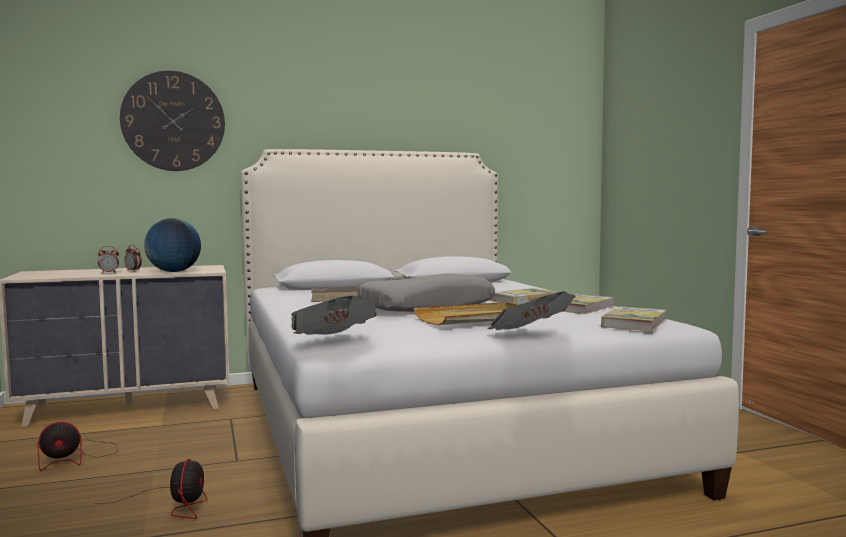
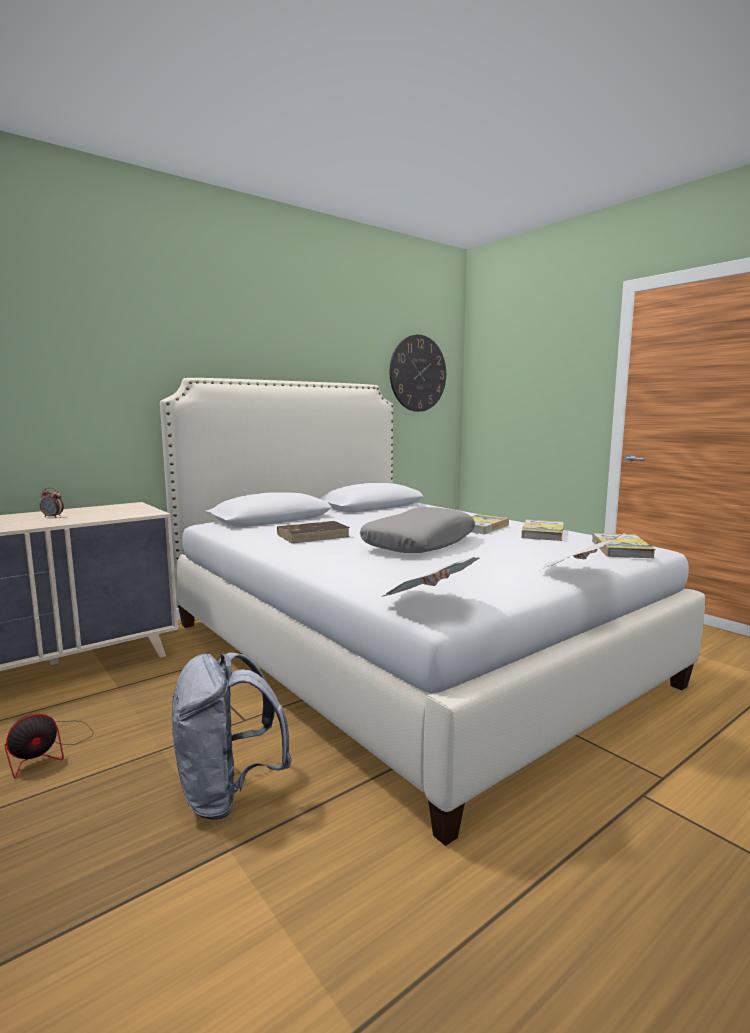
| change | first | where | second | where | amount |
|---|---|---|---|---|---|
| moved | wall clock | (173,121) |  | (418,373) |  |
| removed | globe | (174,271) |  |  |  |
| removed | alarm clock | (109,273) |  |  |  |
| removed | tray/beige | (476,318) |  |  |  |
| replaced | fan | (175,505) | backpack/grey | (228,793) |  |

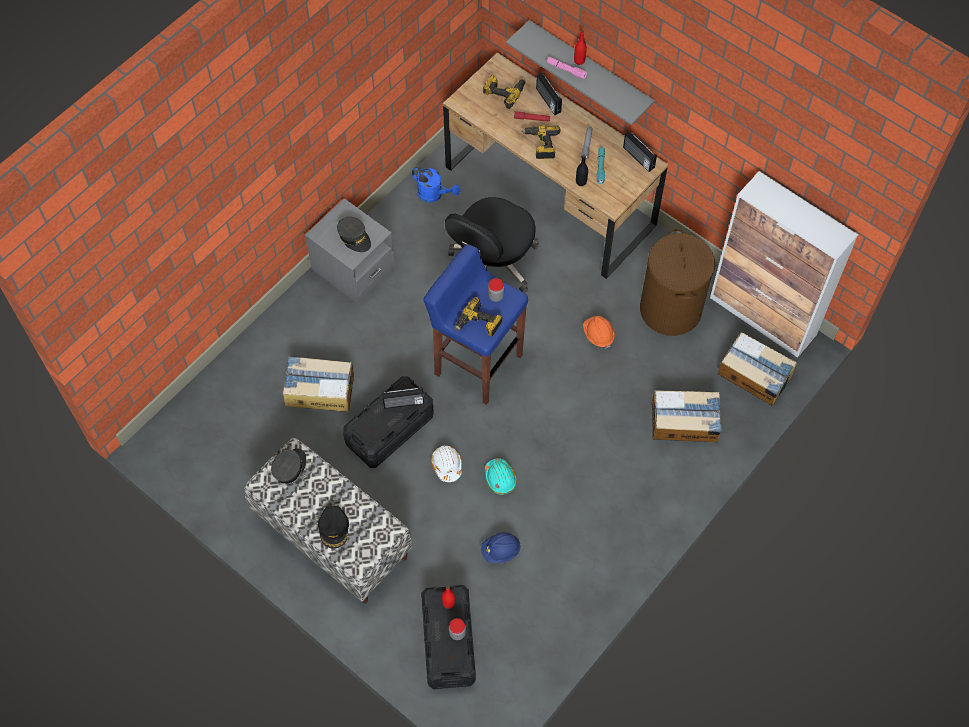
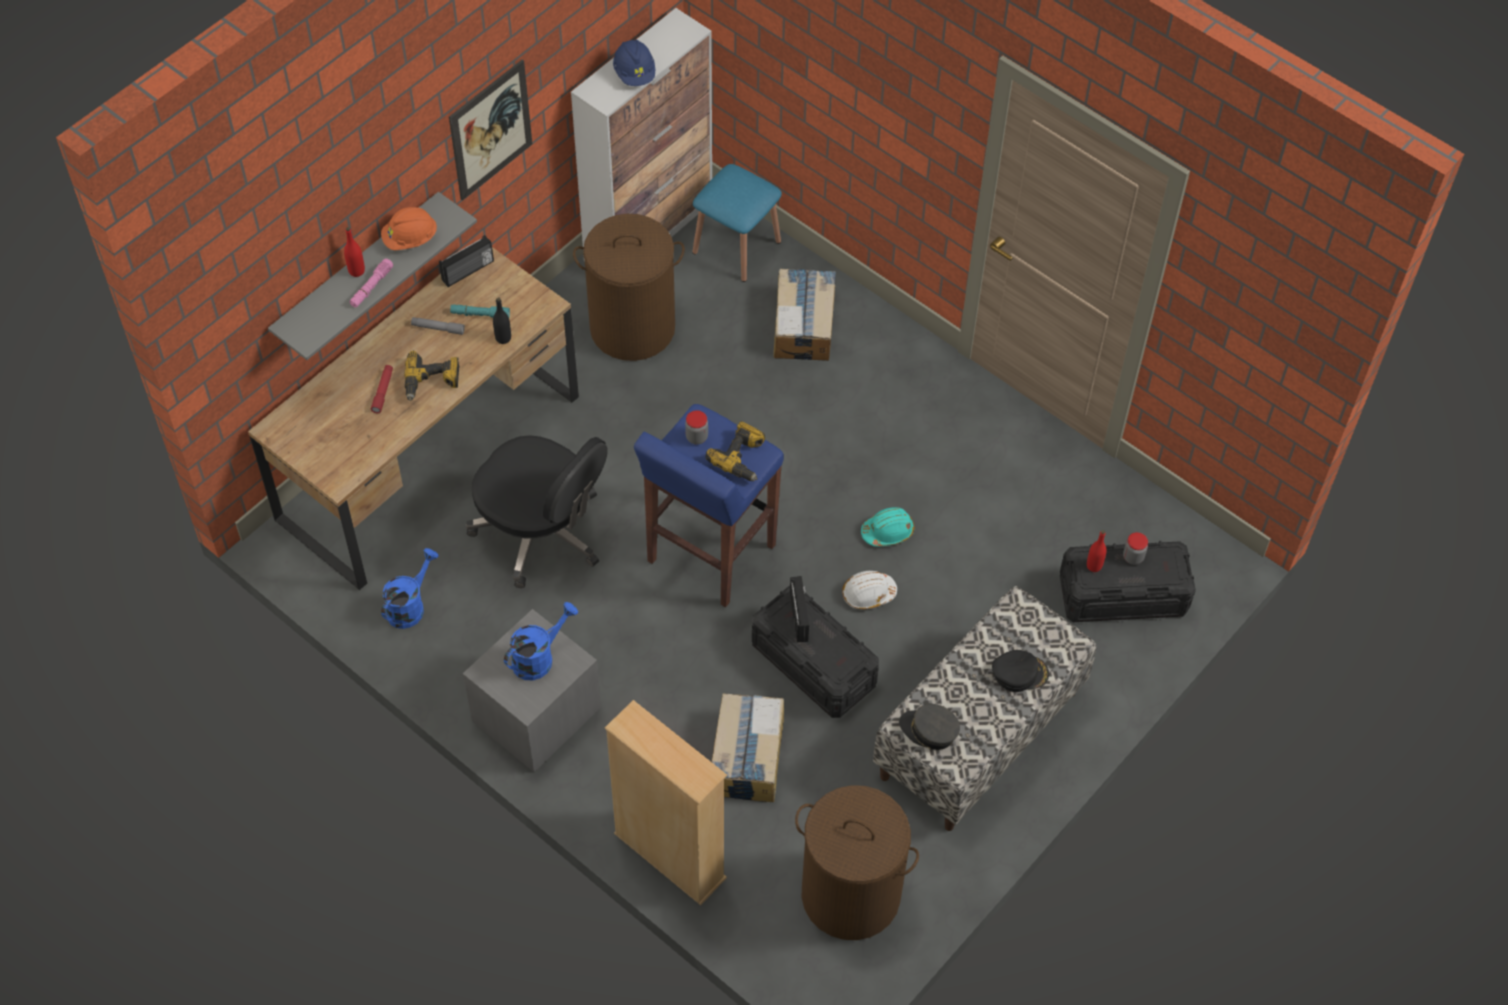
| change | first | where | second | where | amount |
|---|---|---|---|---|---|
| removed | radio | (547,101) |  |  |  |
| removed | power drill | (504,92) |  |  |  |
| replaced | cap/grey | (354,238) | watering can/blue | (538,657) |  |
| moved | hard hat/orange | (598,335) |  | (410,239) |  |
| replaced | cardboard box | (755,375) | stool/blue | (736,247) |  |
| moved | hard hat/blue | (500,551) |  | (635,73) |  |
| added |  |  | picture | (491,130) |  |
| added |  |  | bookcase/beige | (669,856) |  |
| added |  |  | laundry basket/brown | (850,895) |  |

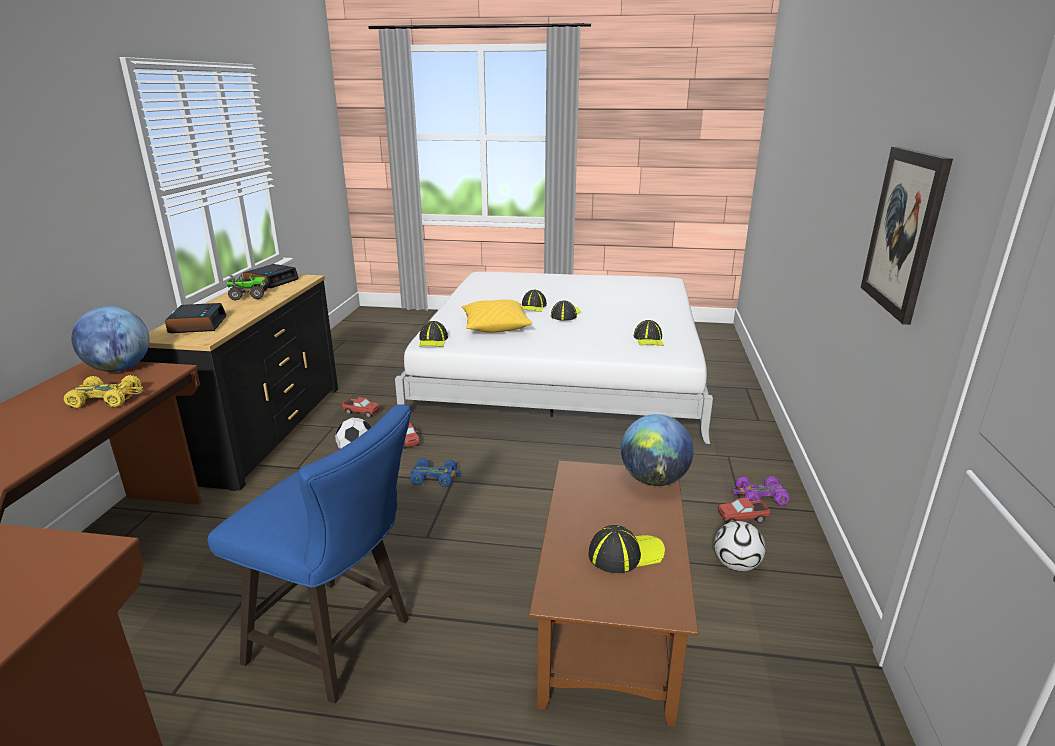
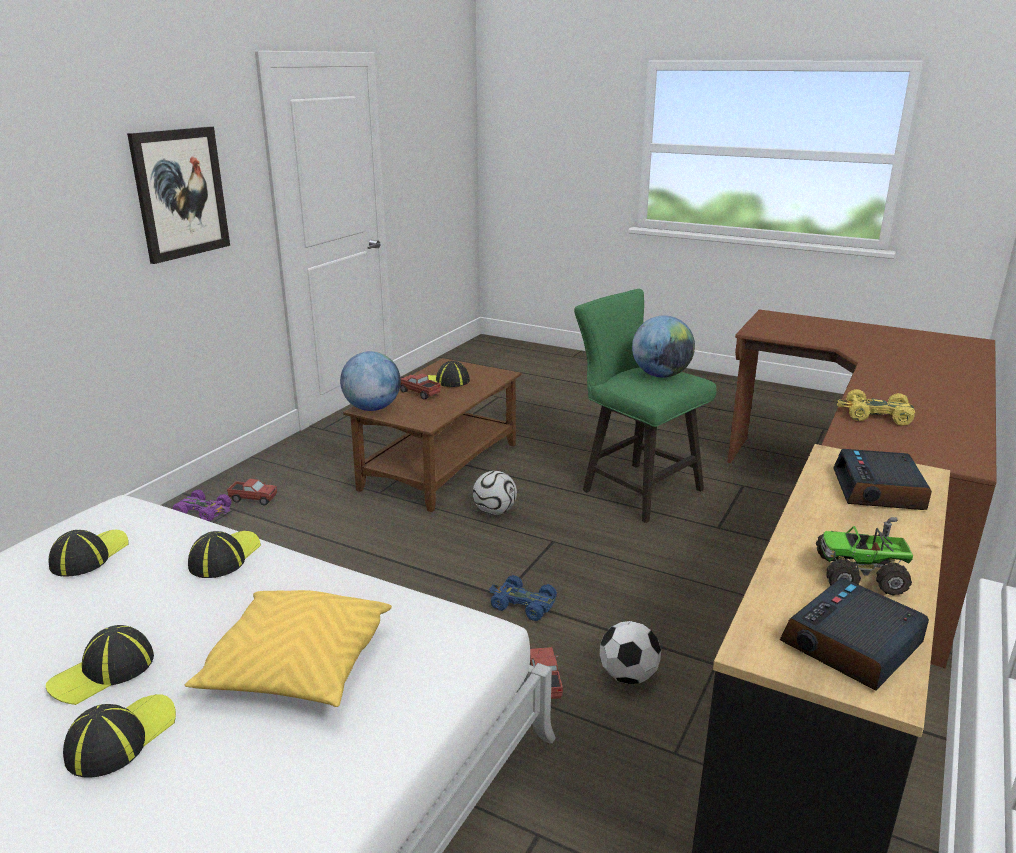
| change | first | where | second | where | amount |
|---|---|---|---|---|---|
| moved | globe | (119,369) |  | (661,375) |  |
| moved | cap | (433,341) |  | (224,557) |  |
| moved | toy truck | (361,413) |  | (419,393) |  |
| recoloured | stool/blue | (339,643) | stool/green | (634,488) |  |
| moved | football | (736,565) |  | (494,511) |  |

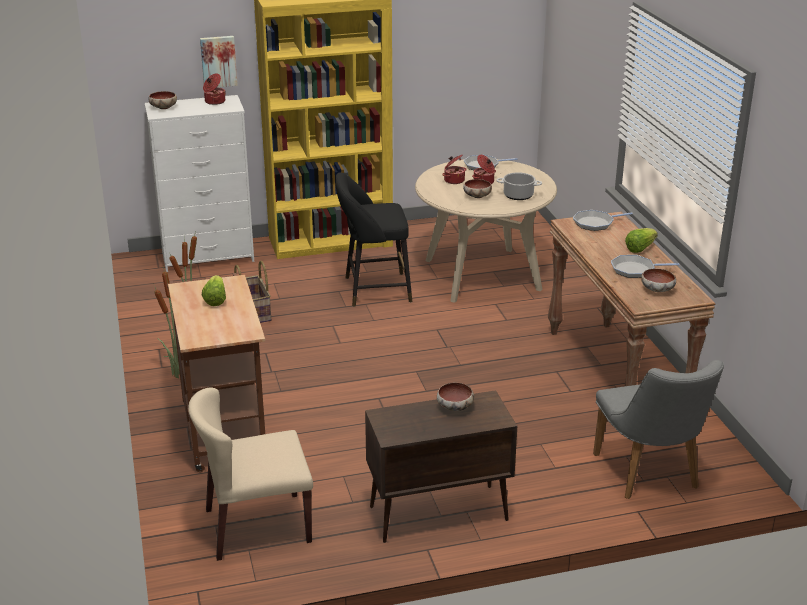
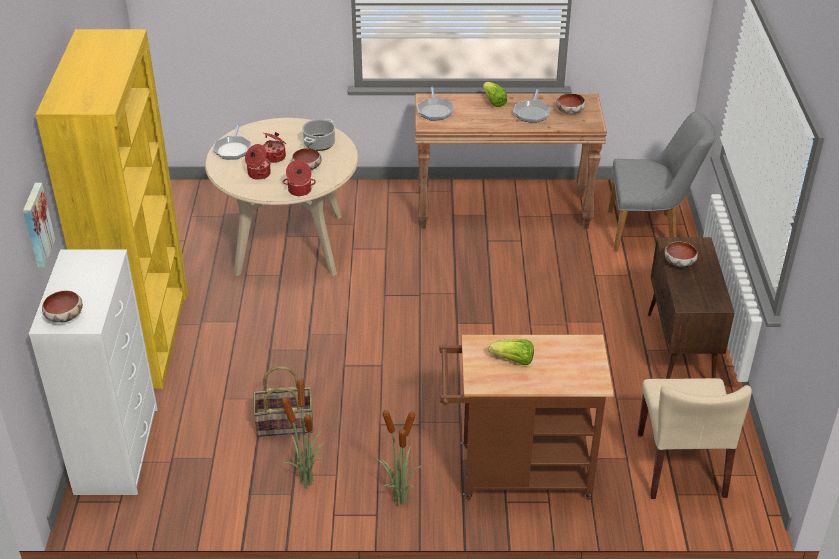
| change | first | where | second | where | amount |
|---|---|---|---|---|---|
| moved | cooking pot | (214,101) |  | (299,190) |  |
| removed | stool/black | (373,290) |  |  |  |

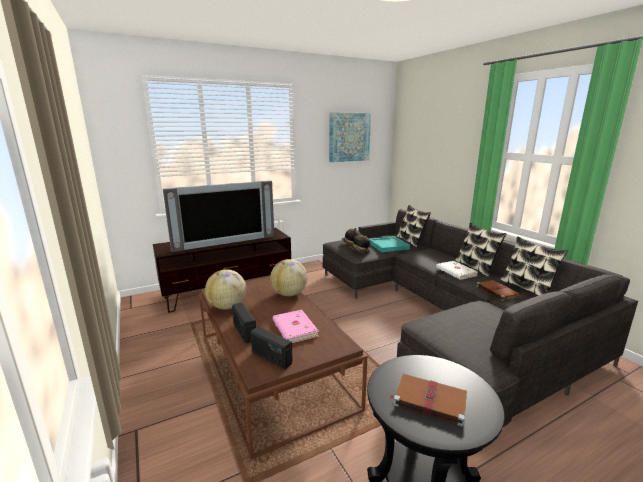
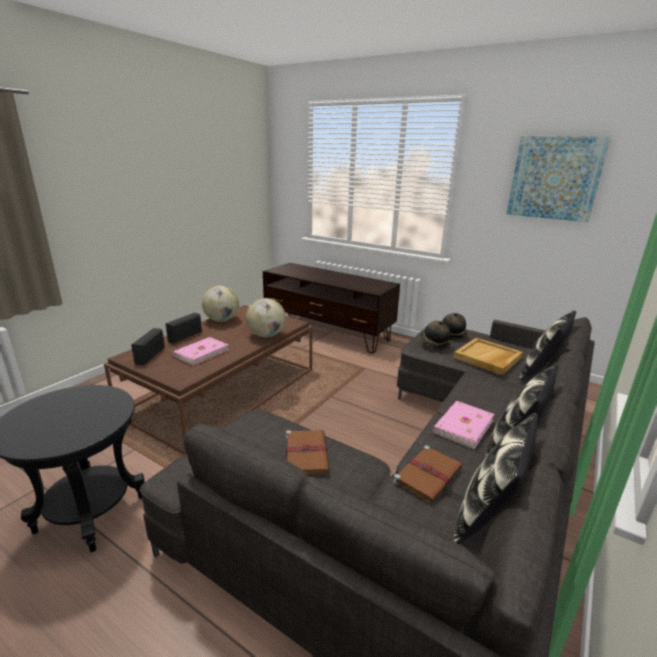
| change | first | where | second | where | amount |
|---|---|---|---|---|---|
| removed | television | (224,242) |  |  |  |
| recoloured | tray/turquoise | (388,246) | tray/beige | (487,358) |  |
| recoloured | book/white | (455,272) | book/pink | (462,426) |  |
| moved | book/brown | (428,400) |  | (306,453) |  |

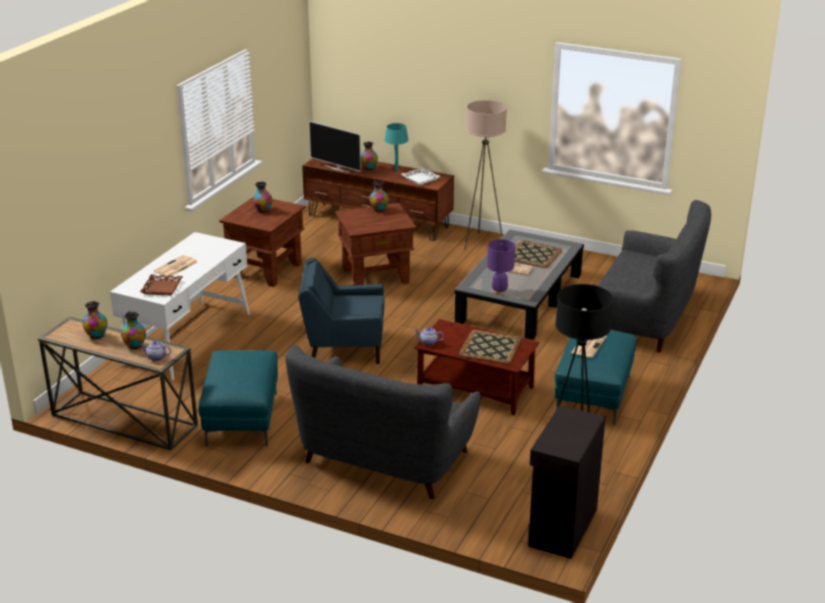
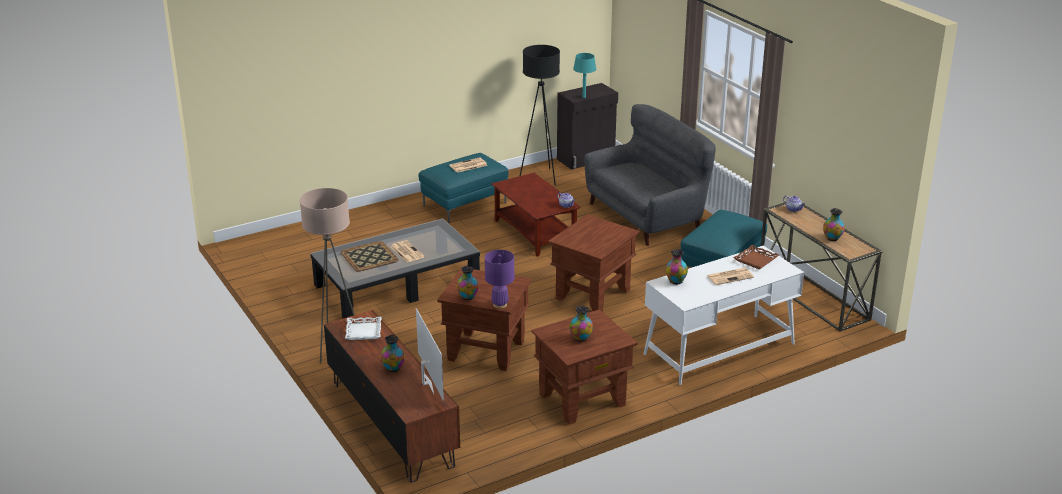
| change | first | where | second | where | amount |
|---|---|---|---|---|---|
| moved | table lamp/turquoise | (396,169) |  | (584,97) |  |
| removed | sofa/grey | (644,318) |  |  |  |
| moved | table lamp/purple | (499,291) |  | (500,305) |  |
| replaced | armchair/blue | (344,346) | side table/brown | (592,294) |  |
| moved | vase | (135,346) |  | (675,281) |  |
| removed | tray | (490,347) |  |  |  |

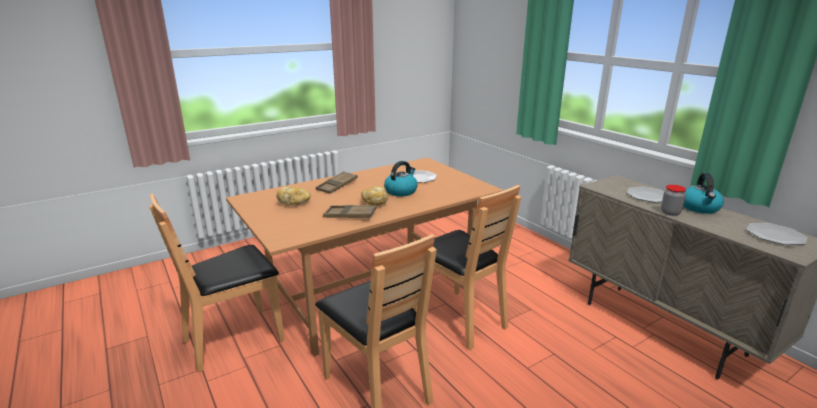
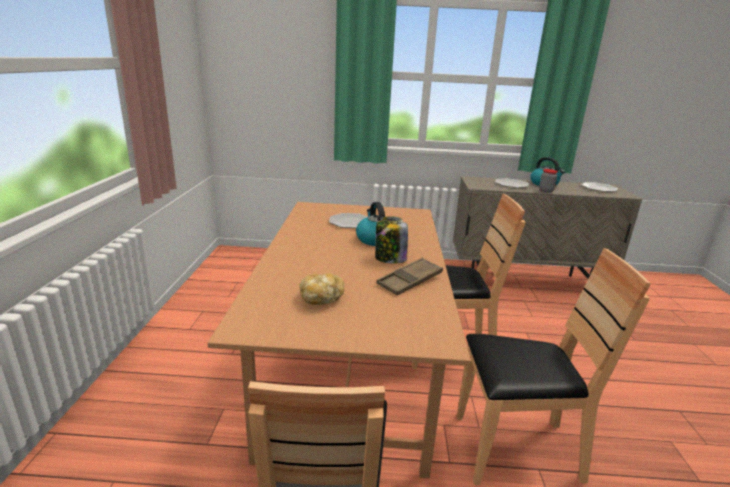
| change | first | where | second | where | amount |
|---|---|---|---|---|---|
| removed | tray/brown | (337,186) |  |  |  |
| replaced | bread | (375,203) | jar | (390,259) |  |

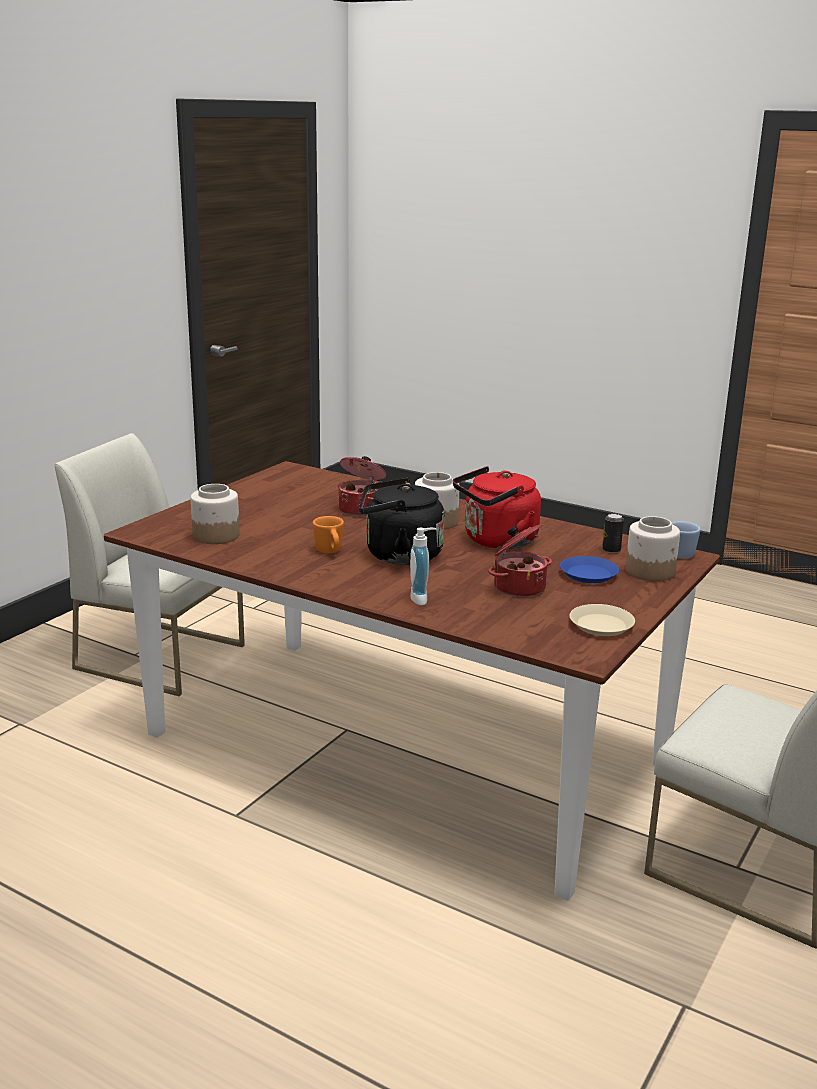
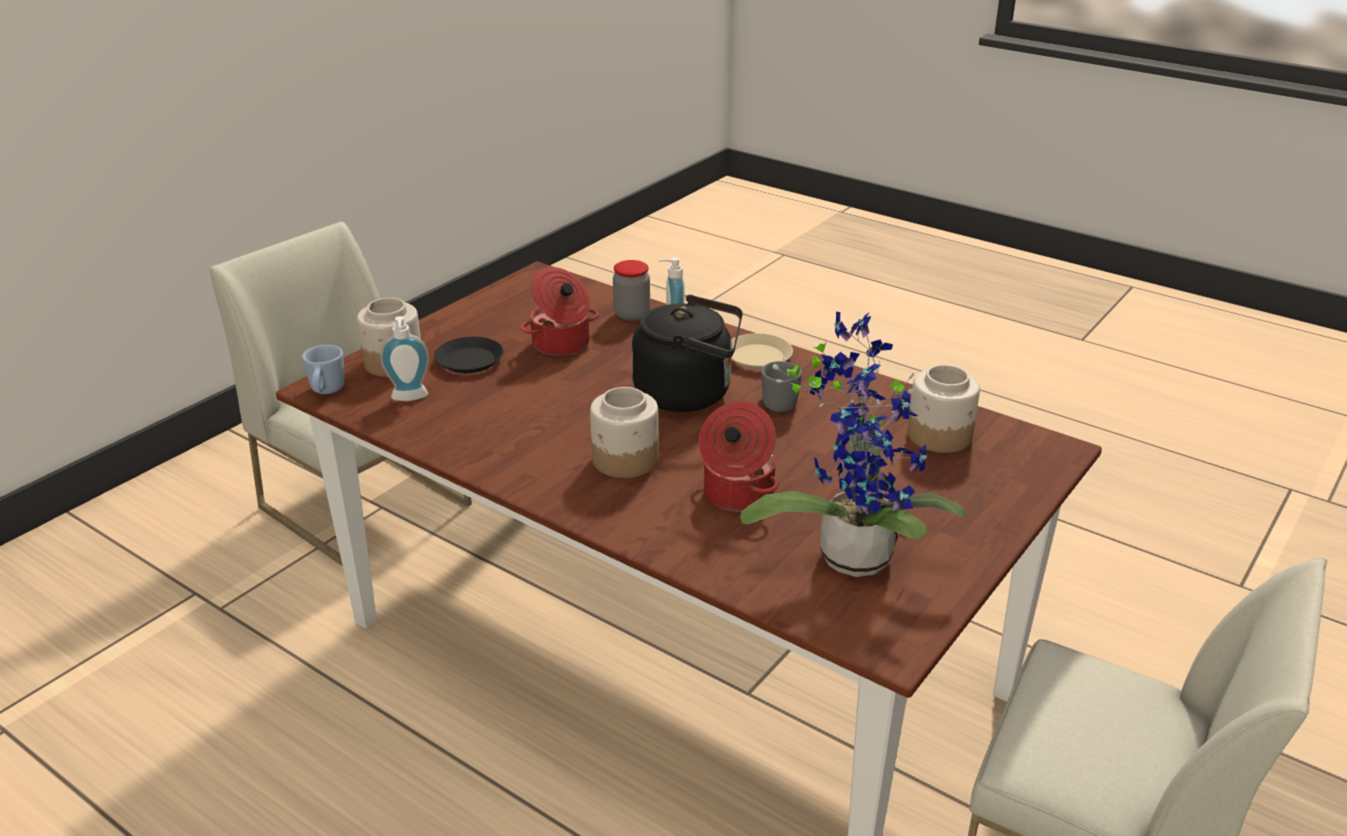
| change | first | where | second | where | amount |
|---|---|---|---|---|---|
| removed | kettle/red | (496,541) |  |  |  |
| replaced | can | (611,550) | soap dispenser | (410,398) |  |
| recoloured | mug/orange | (330,552) | mug/grey | (777,402) |  |
| recoloured | plate/blue | (588,574) | plate/black | (469,361) |  |
| moved | plate/beige | (601,625) |  | (758,357) |  |
| added |  |  | jar | (632,314) |  |
| added |  |  | potted plant | (851,551) |  |

